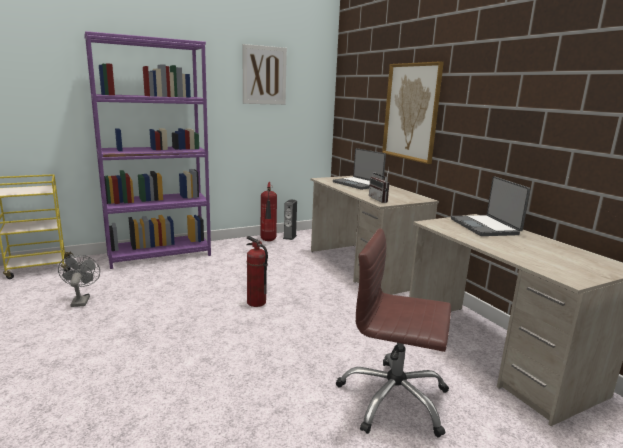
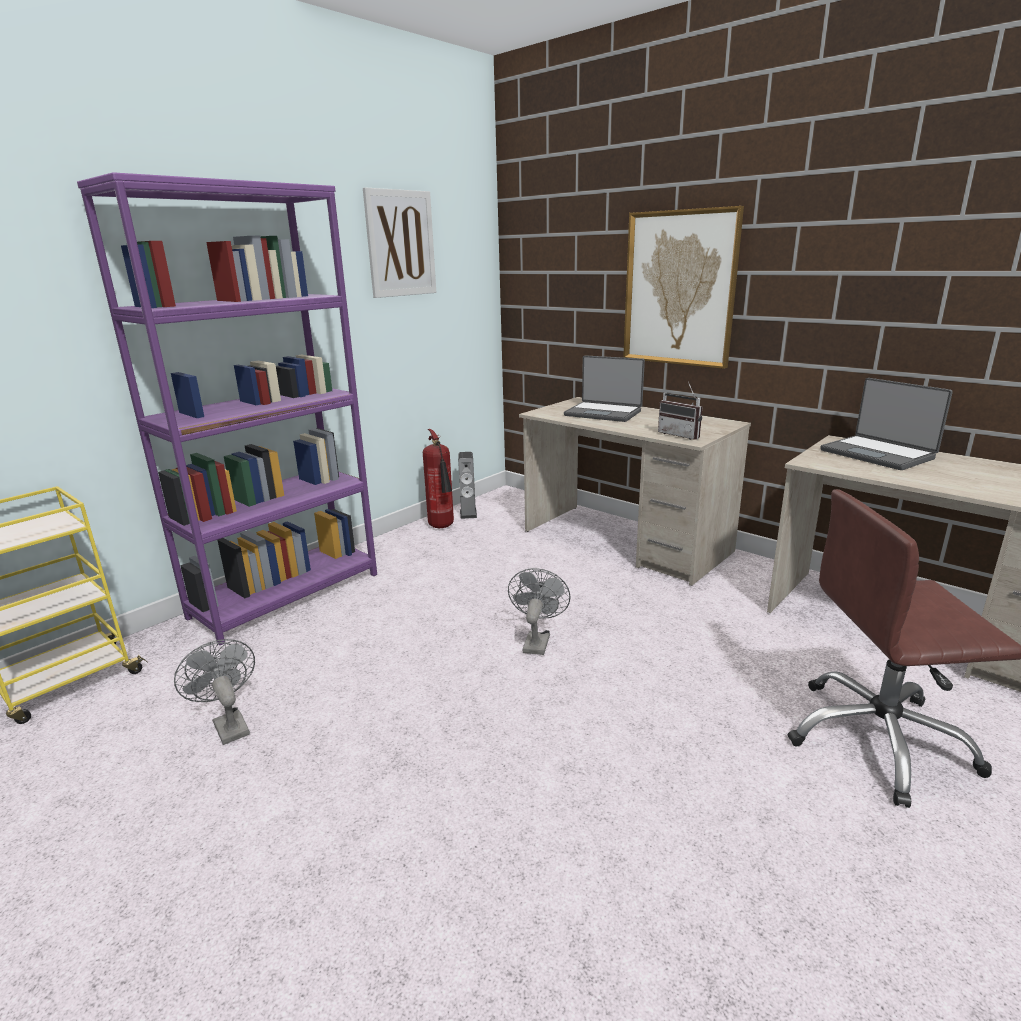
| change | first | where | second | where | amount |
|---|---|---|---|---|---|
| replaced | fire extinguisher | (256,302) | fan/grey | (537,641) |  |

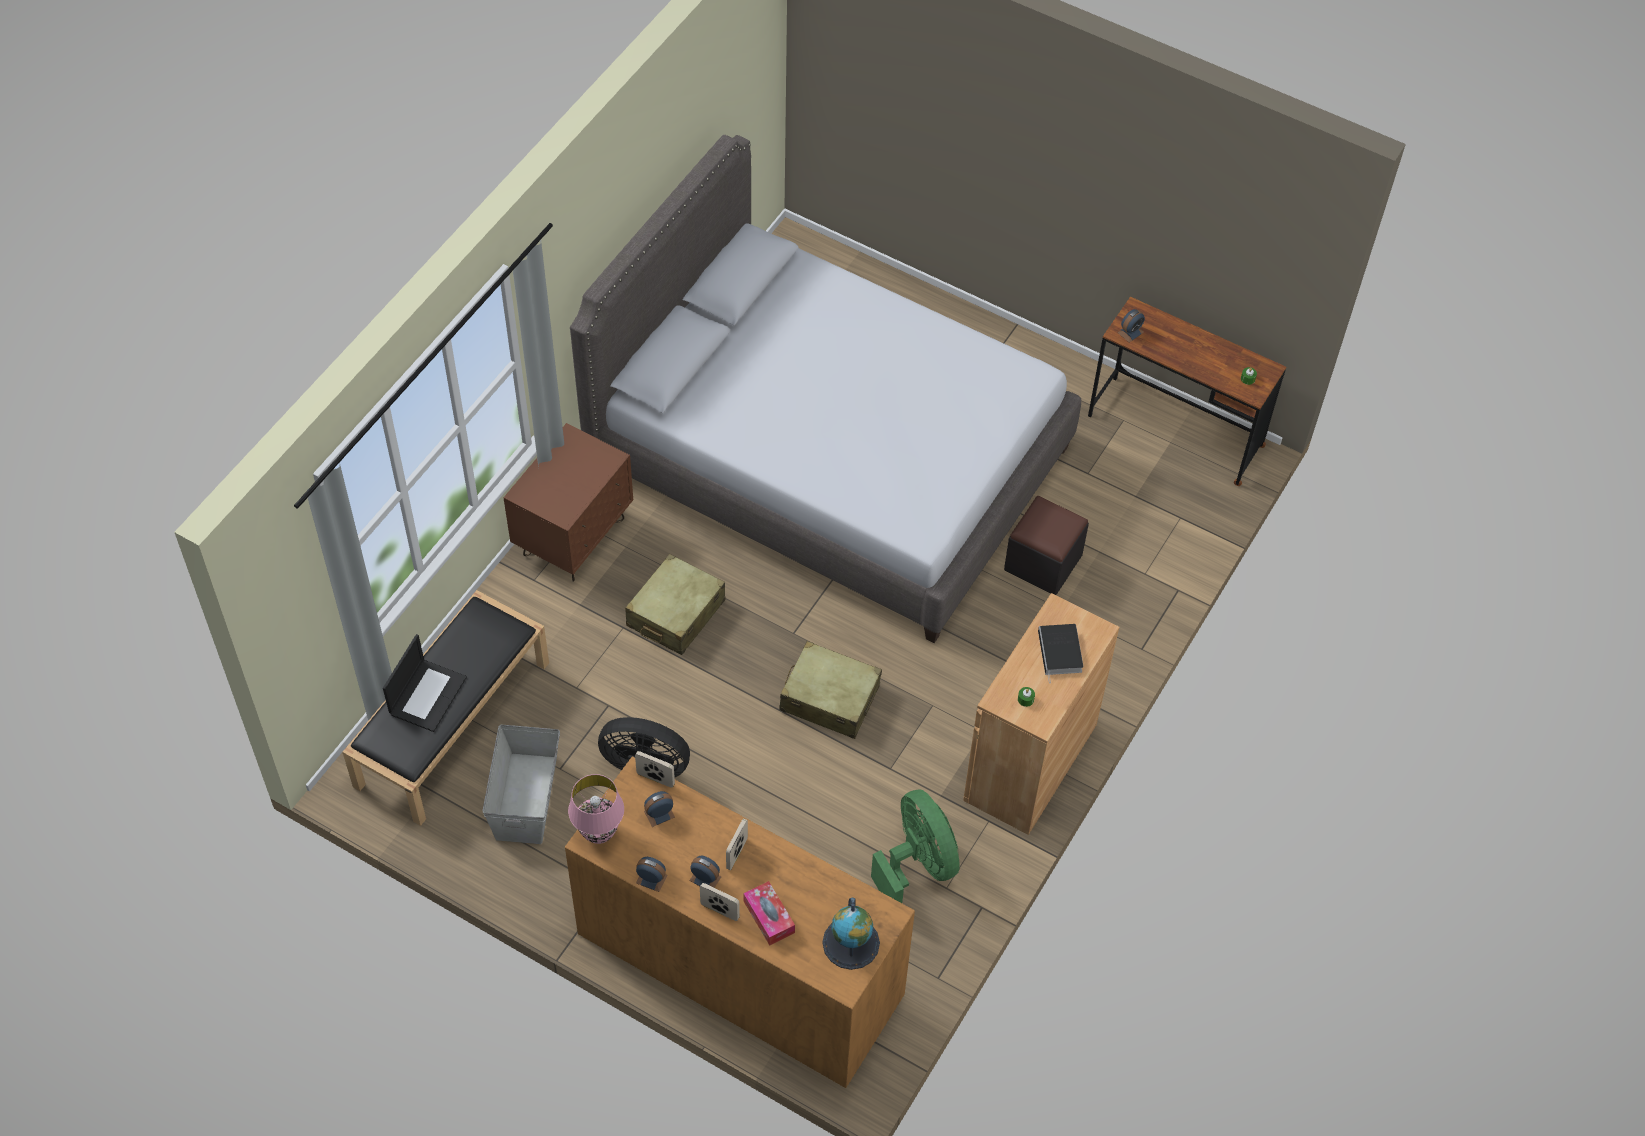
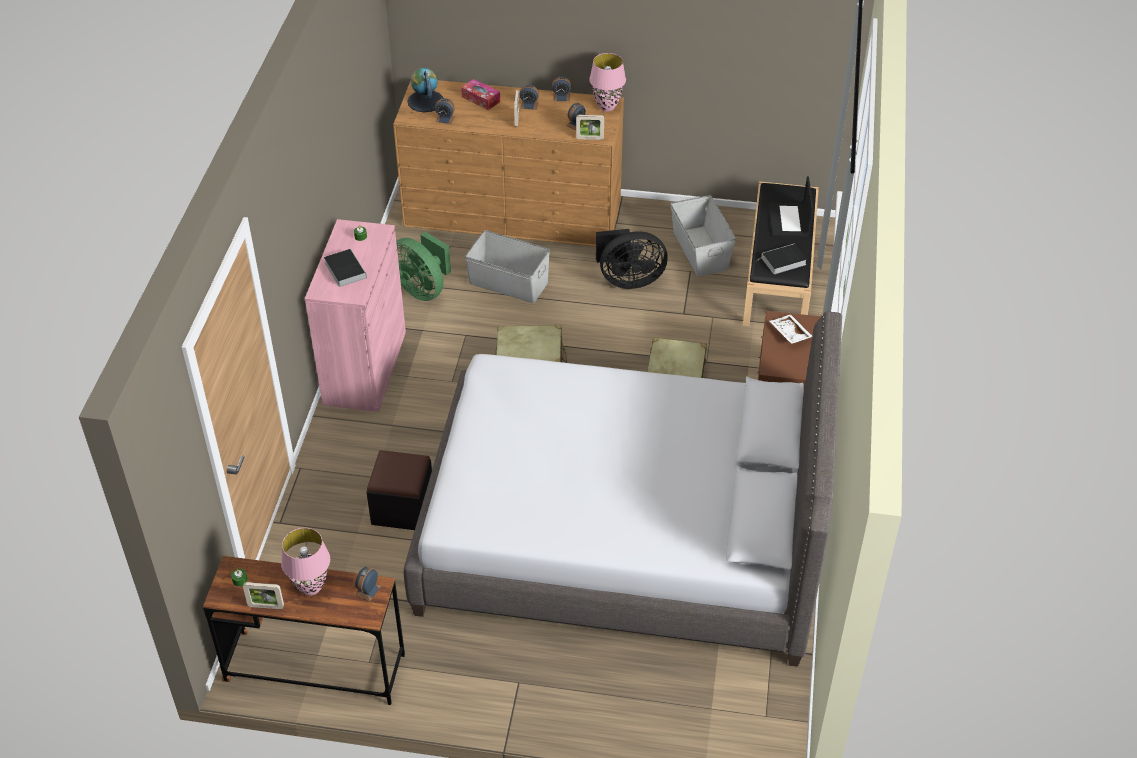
| change | first | where | second | where | amount |
|---|---|---|---|---|---|
| recoloured | cabinet/brown | (1030,762) | cabinet/pink | (365,367) |  |
| moved | picture frame | (720,911) |  | (266,606) |  |
| added |  |  | alarm clock | (445,119) |  |
| added |  |  | storage box/grey | (508,283) |  |
| added |  |  | book | (782,262) |  |
| added |  |  | tray/white | (789,333) |  |
| added |  |  | table lamp/pink | (311,587) |  |

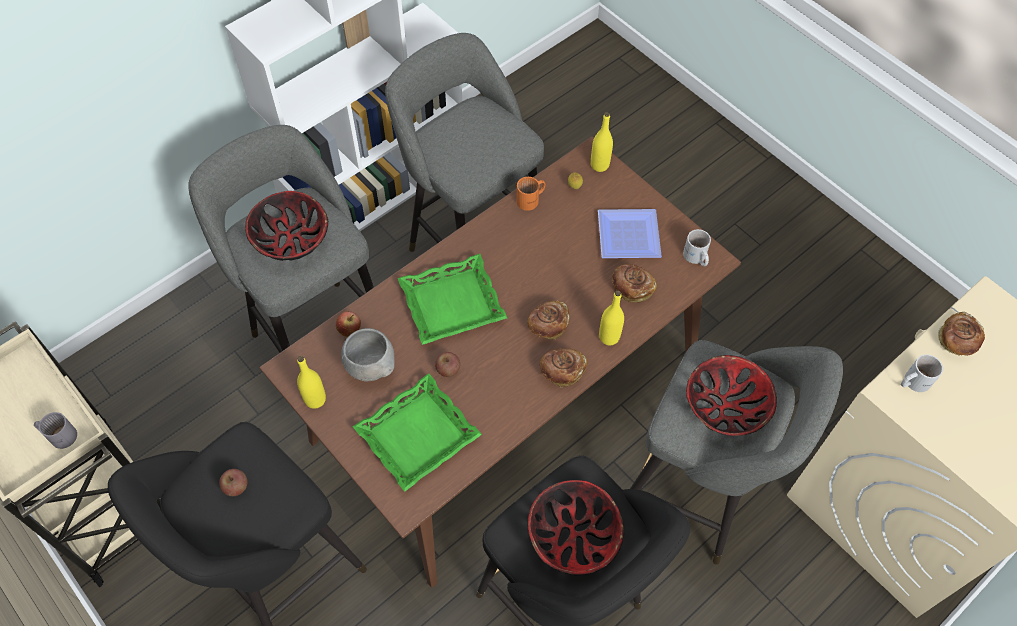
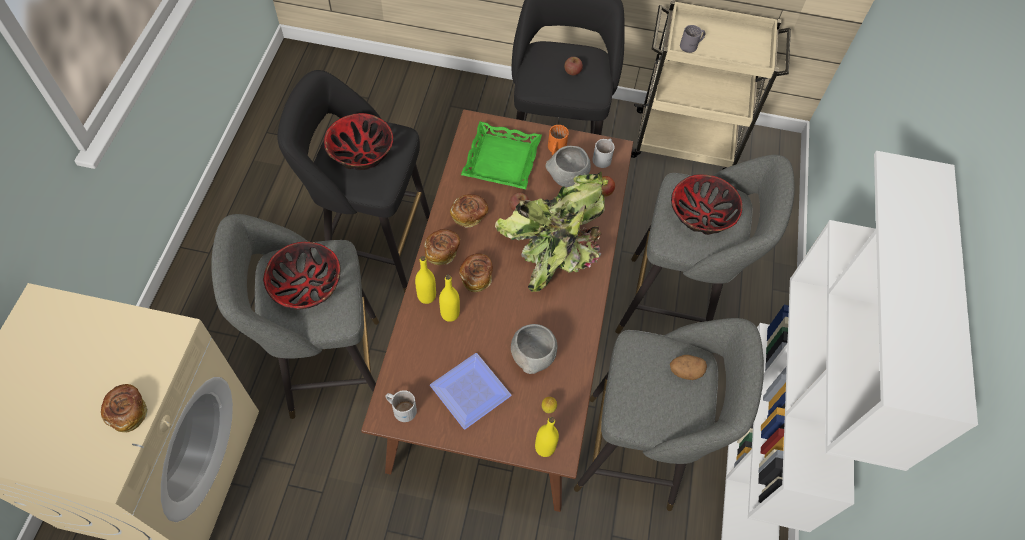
| change | first | where | second | where | amount |
|---|---|---|---|---|---|
| moved | mug/orange | (531,200) |  | (555,149) |  |
| replaced | tray/green | (452,304) | potted plant | (555,250) |  |
| moved | bread | (631,288) |  | (469,215) |  |
| moved | mug/white | (912,381) |  | (604,158) |  |
| moved | bottle/yellow | (315,399) |  | (450,314) |  |
| added |  |  | bowl/grey | (532,359) |  |
| added |  |  | potato | (685,371) |  |

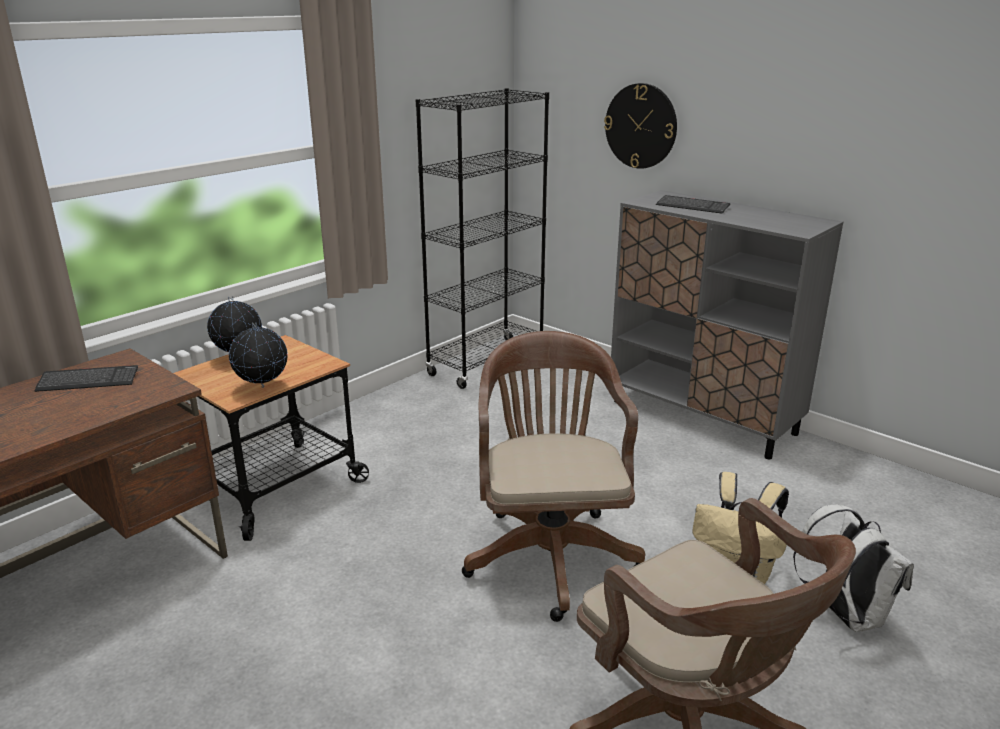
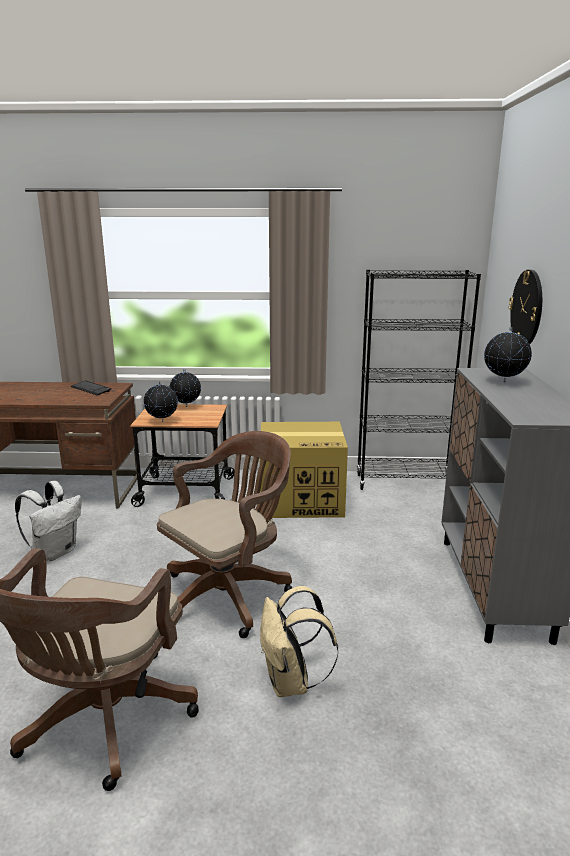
| change | first | where | second | where | amount |
|---|---|---|---|---|---|
| replaced | keyboard | (692,206) | globe | (503,382) |  |
| moved | backpack/white | (843,614) |  | (55,552) |  |
| added |  |  | cardboard box | (302,500) |  |

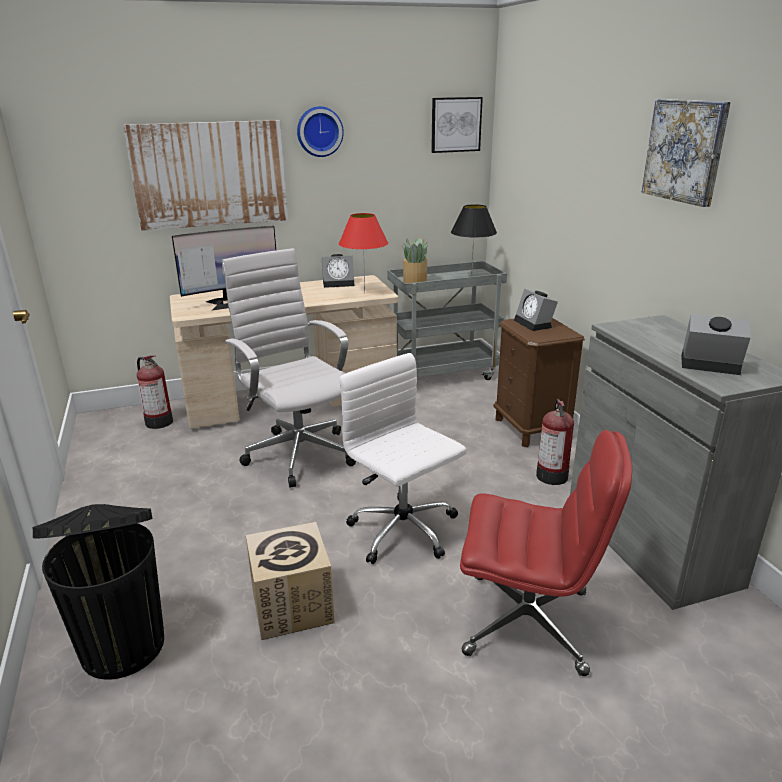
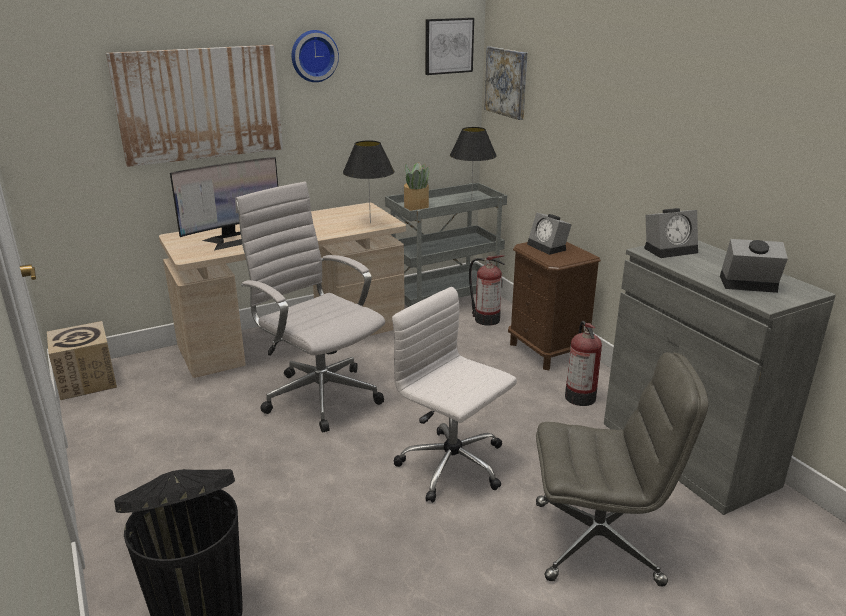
| change | first | where | second | where | amount |
|---|---|---|---|---|---|
| moved | picture | (685,151) |  | (507,82) |  |
| recoloured | table lamp/red | (364,293) | table lamp/black | (370,223) |  |
| moved | alarm clock | (339,283) |  | (670,249) |  |
| moved | fire extinguisher | (158,421) |  | (485,319) |  |
| recoloured | office chair/red | (529,622) | office chair/grey | (598,542) |  |
| moved | cardboard box | (292,606) |  | (87,381) |  |

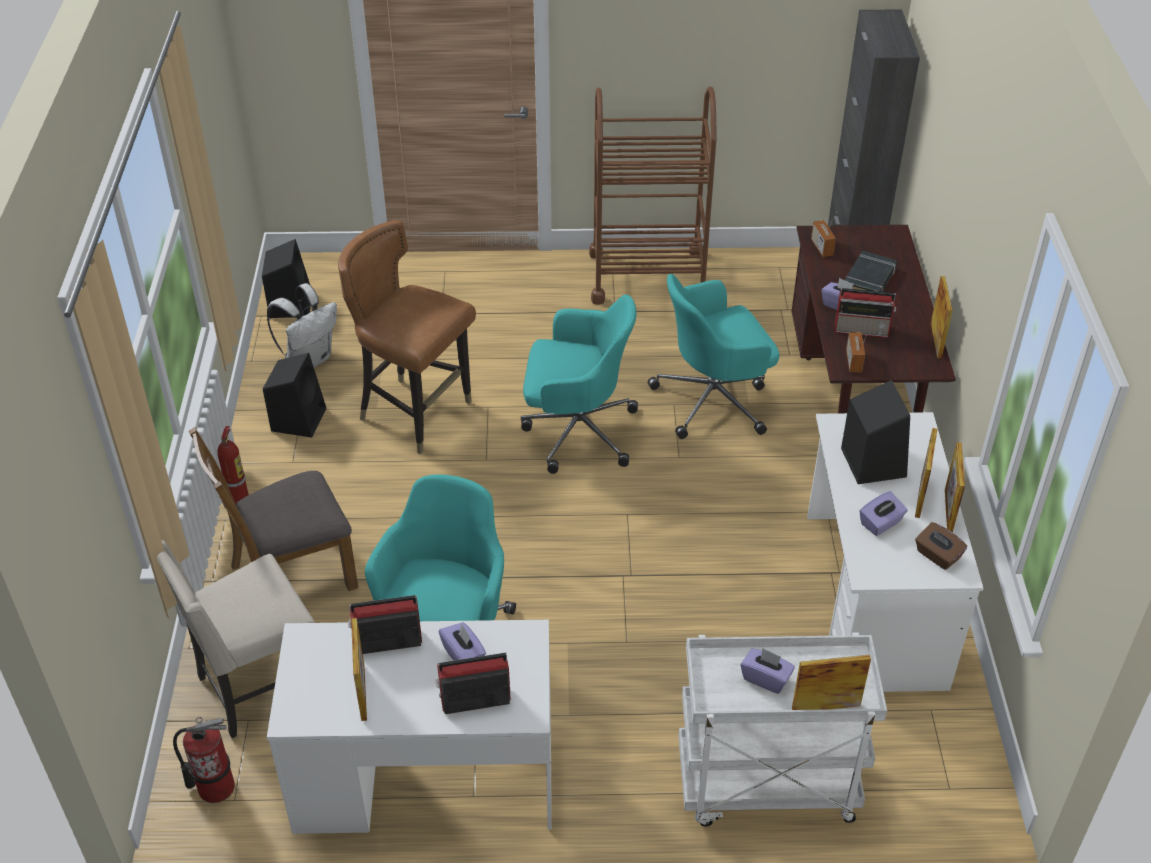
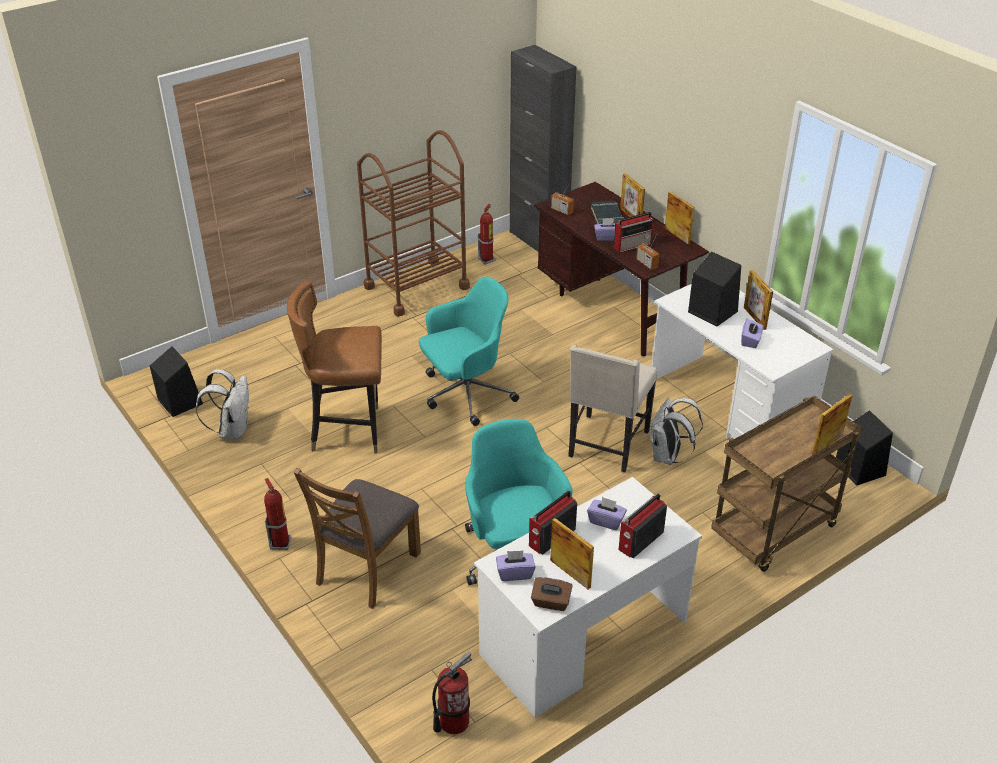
| change | first | where | second | where | amount |
|---|---|---|---|---|---|
| removed | office chair/turquoise | (714,400) |  |  |  |
| moved | speaker/black | (299,418) |  | (858,468) |  |
| moved | picture frame | (948,511) |  | (630,216) |  |
| moved | tissue box/brown | (937,556) |  | (551,602) |  |
| moved | chair/beige | (259,687) |  | (607,445) |  |
| recoloured | cart/white | (765,787) | cart/brown | (774,533) |  |
| moved | tissue box/purple | (766,678) |  | (515,573) |  |
| added |  |  | fire extinguisher | (487,260) |  |
| added |  |  | backpack/white | (668,456) |  |

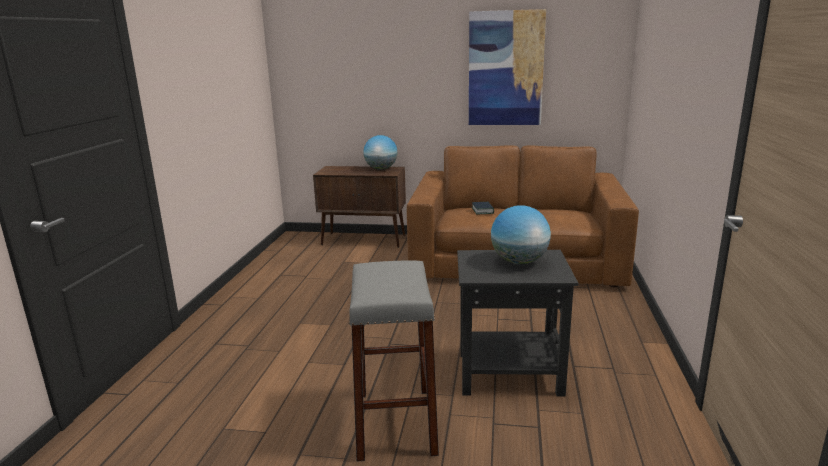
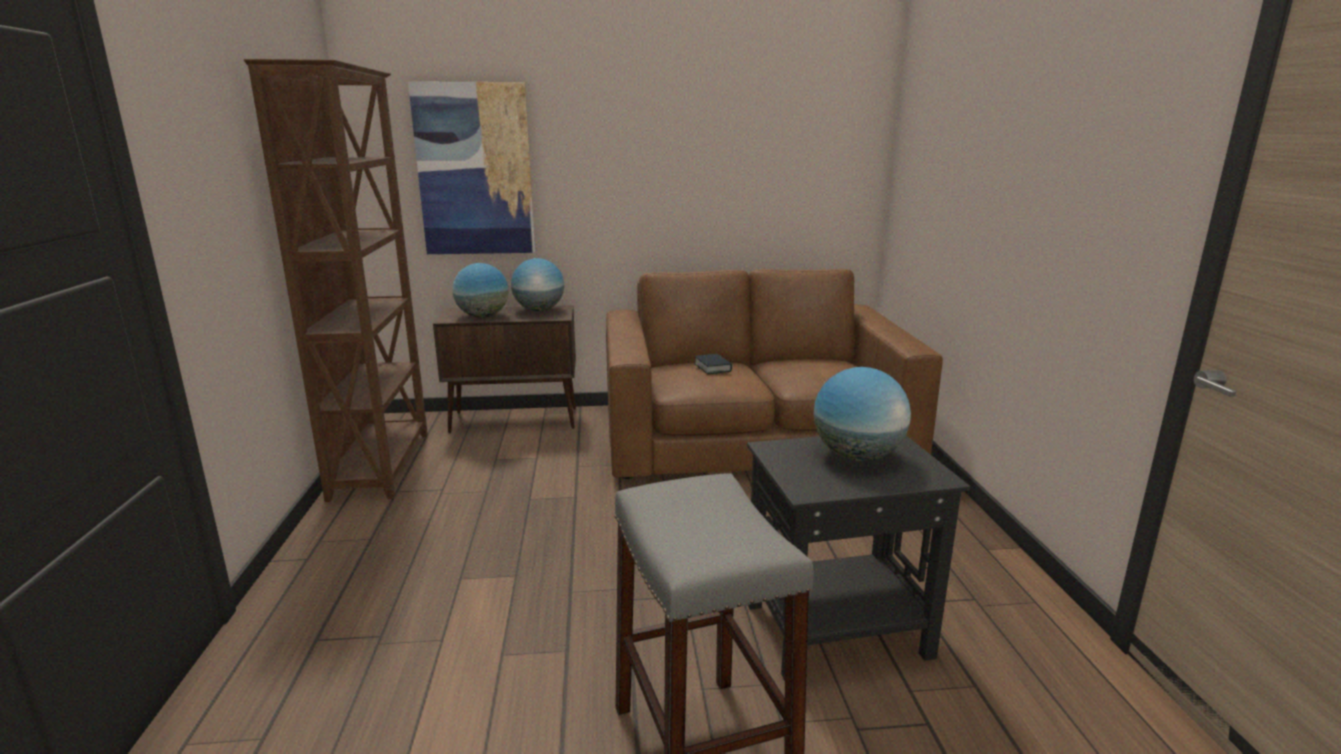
| change | first | where | second | where | amount |
|---|---|---|---|---|---|
| moved | picture | (505,69) |  | (475,170) |  |
| added |  |  | bookcase/brown | (383,464) |  |
| added |  |  | globe | (483,316) |  |

